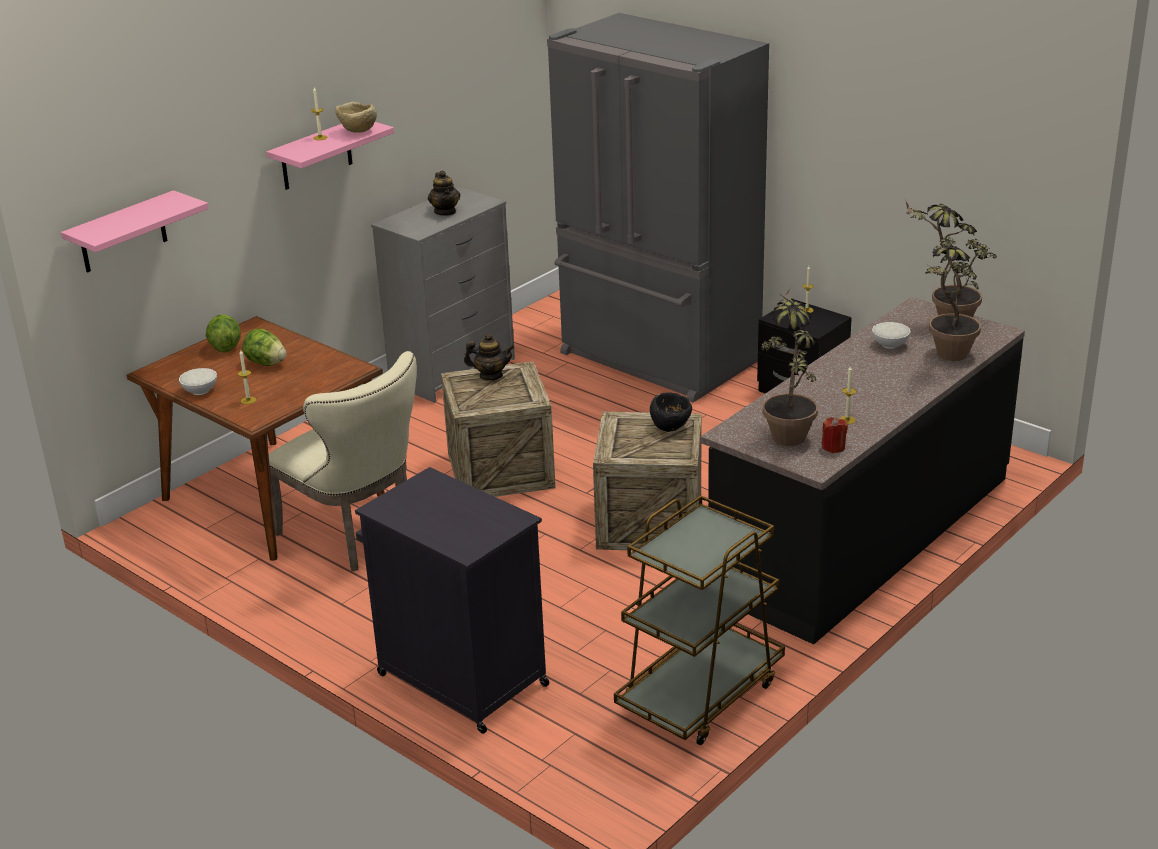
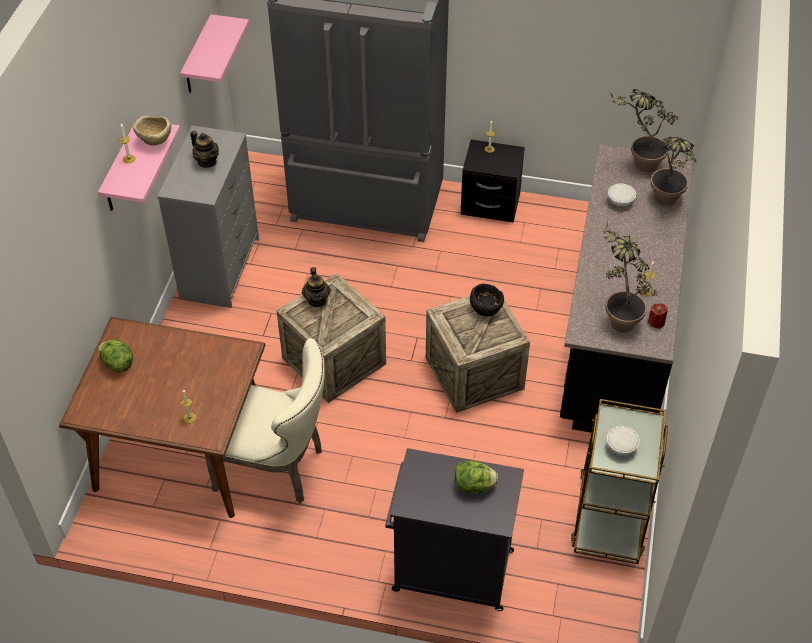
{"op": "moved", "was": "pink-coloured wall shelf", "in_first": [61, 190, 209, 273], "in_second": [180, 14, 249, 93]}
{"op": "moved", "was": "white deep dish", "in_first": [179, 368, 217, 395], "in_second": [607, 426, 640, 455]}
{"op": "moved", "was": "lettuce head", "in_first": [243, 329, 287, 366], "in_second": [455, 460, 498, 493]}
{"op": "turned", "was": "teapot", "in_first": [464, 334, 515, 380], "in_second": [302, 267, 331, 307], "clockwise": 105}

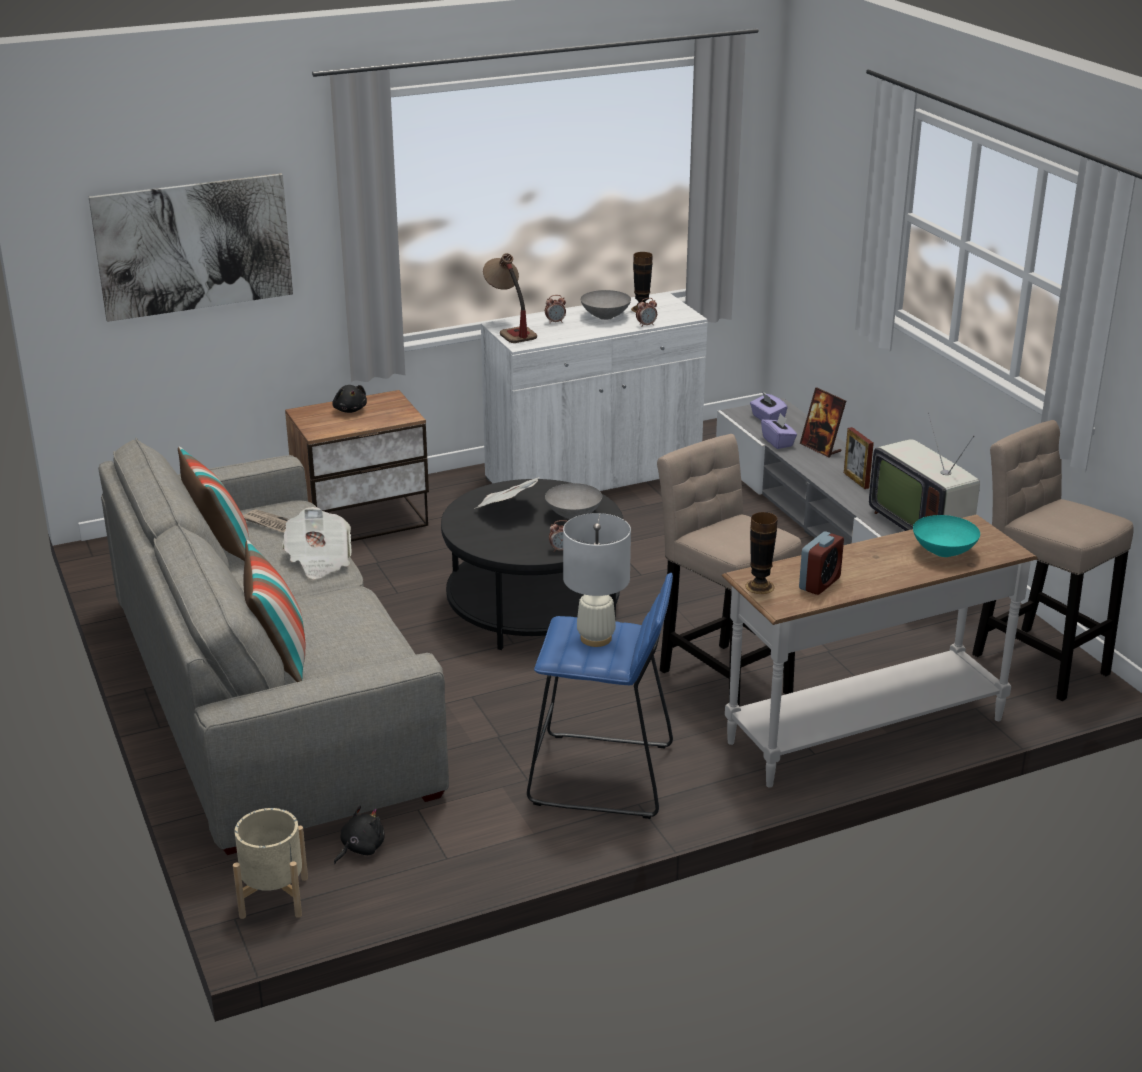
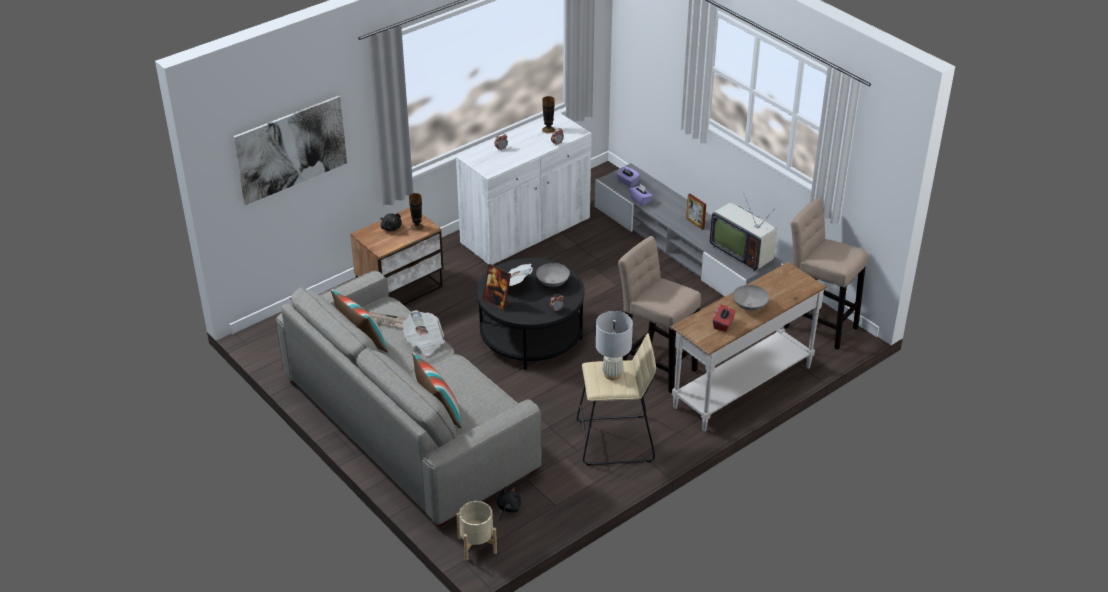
{"op": "removed", "was": "lamp for a table", "in_first": [483, 253, 537, 343]}
{"op": "recoloured", "was": "blue-coloured sitting stool", "now": "beige sitting stool", "in_first": [527, 573, 673, 819], "in_second": [577, 333, 656, 466]}
{"op": "moved", "was": "grey deep dish", "in_first": [581, 290, 631, 320], "in_second": [733, 285, 769, 311]}
{"op": "moved", "was": "vase", "in_first": [745, 512, 778, 594], "in_second": [409, 193, 424, 232]}
{"op": "replaced", "was": "bedside clock", "now": "red tissue holder", "in_first": [799, 531, 844, 595], "in_second": [713, 304, 736, 332]}
{"op": "moved", "was": "photo frame", "in_first": [800, 388, 846, 457], "in_second": [483, 264, 511, 310]}
{"op": "removed", "was": "turquoise deep dish", "in_first": [913, 515, 980, 557]}

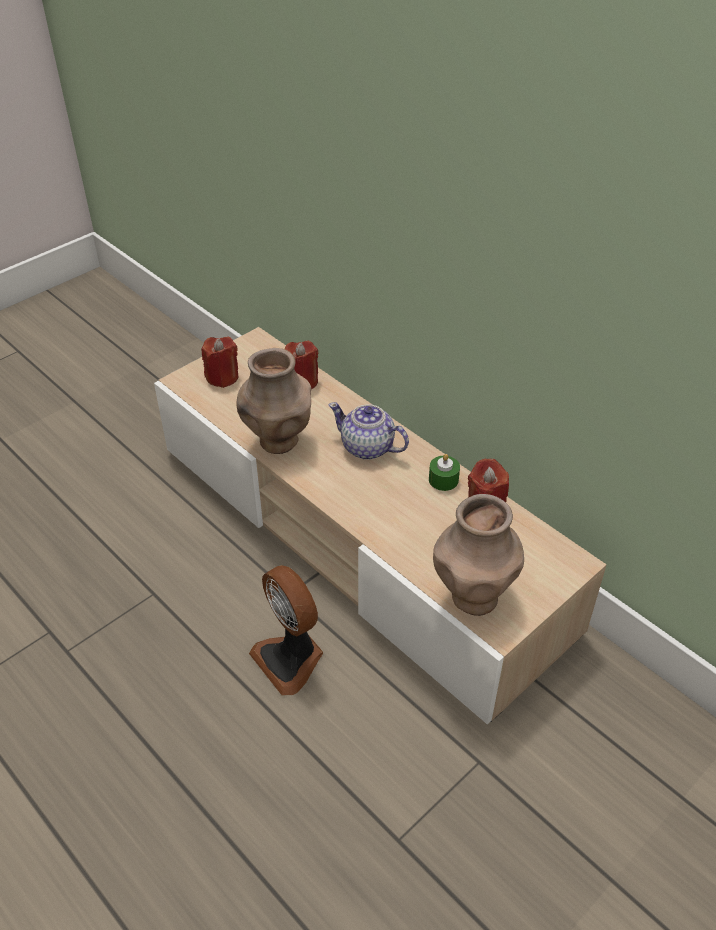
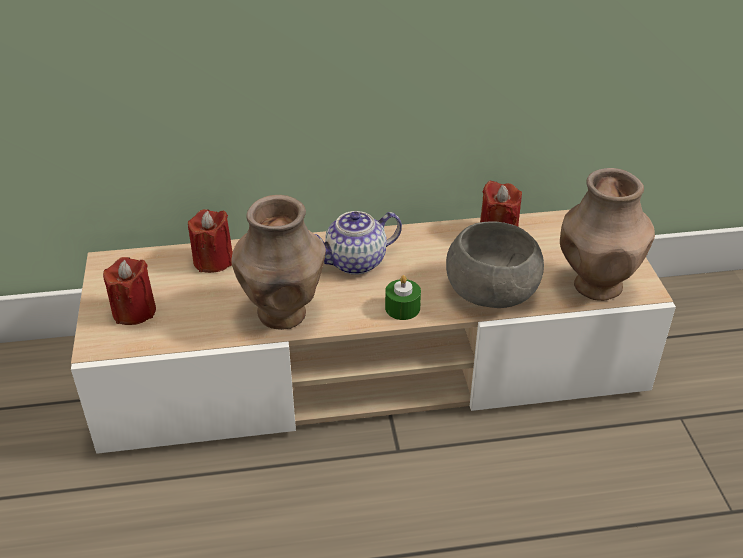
{"op": "removed", "was": "cooling fan", "in_first": [249, 565, 323, 695]}
{"op": "moved", "was": "green wax light", "in_first": [429, 454, 460, 491], "in_second": [385, 275, 421, 320]}
{"op": "added", "now": "grey deep dish", "in_second": [446, 221, 544, 308]}

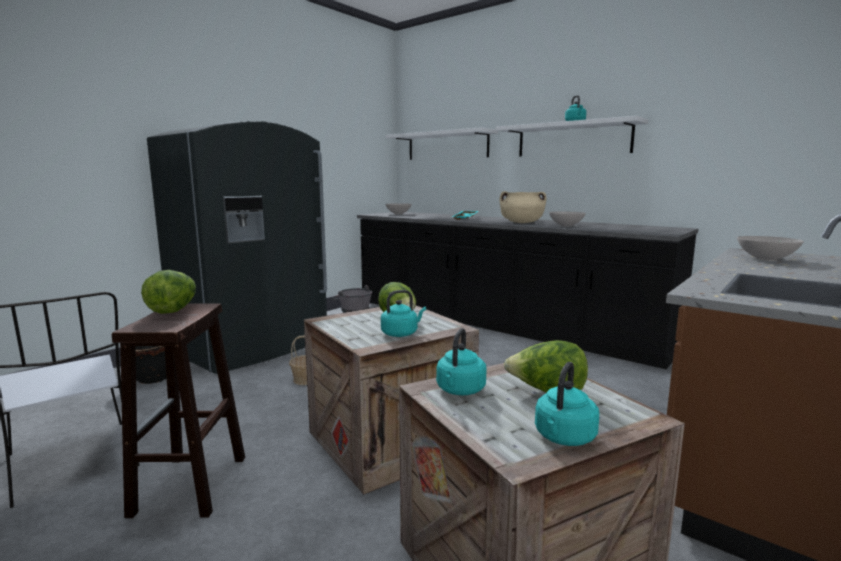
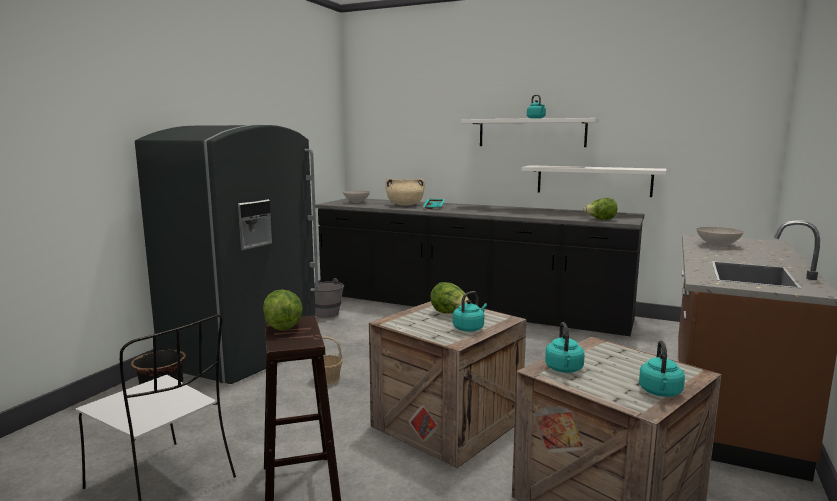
{"op": "moved", "was": "white wall shelf", "in_first": [386, 127, 498, 160], "in_second": [521, 165, 667, 197]}
{"op": "moved", "was": "beige cooking pot", "in_first": [500, 191, 547, 223], "in_second": [385, 178, 425, 206]}
{"op": "moved", "was": "lettuce head", "in_first": [504, 340, 588, 393], "in_second": [584, 198, 617, 220]}
{"op": "removed", "was": "white deep dish", "in_first": [549, 211, 586, 227]}

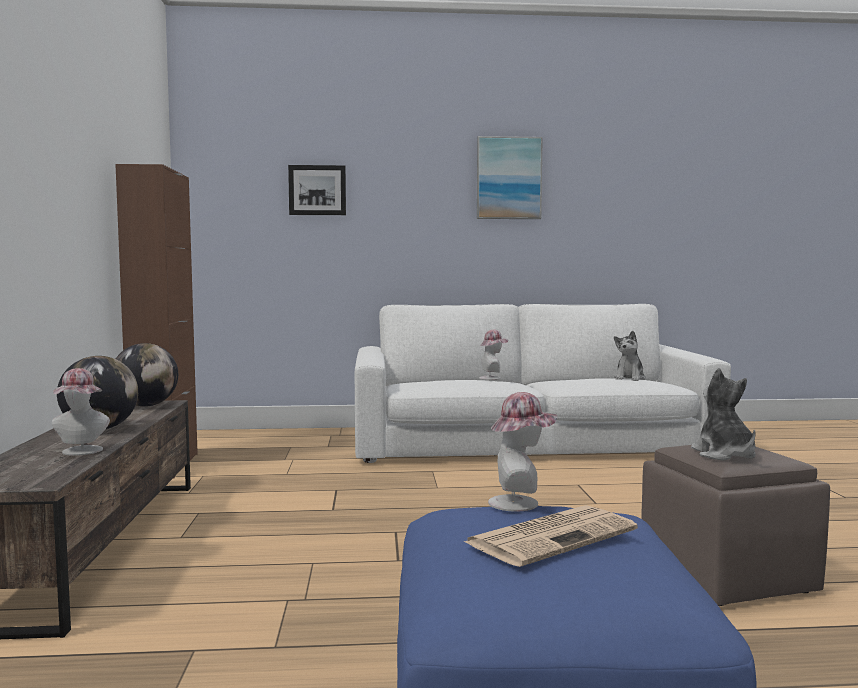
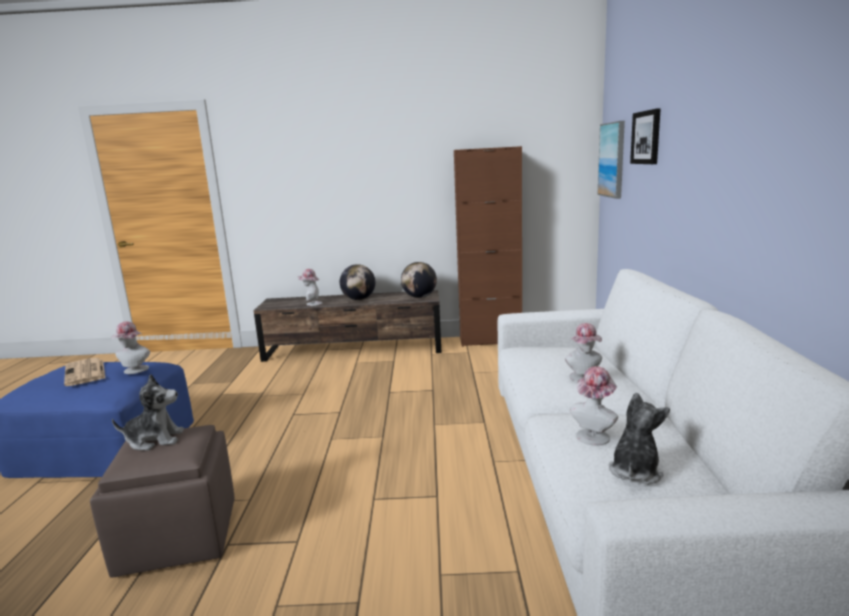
{"op": "moved", "was": "picture", "in_first": [477, 136, 543, 219], "in_second": [598, 121, 625, 199]}
{"op": "turned", "was": "plush toy", "in_first": [614, 331, 646, 381], "in_second": [609, 392, 670, 484], "clockwise": 90}
{"op": "added", "now": "clothing hat", "in_second": [571, 366, 618, 446]}

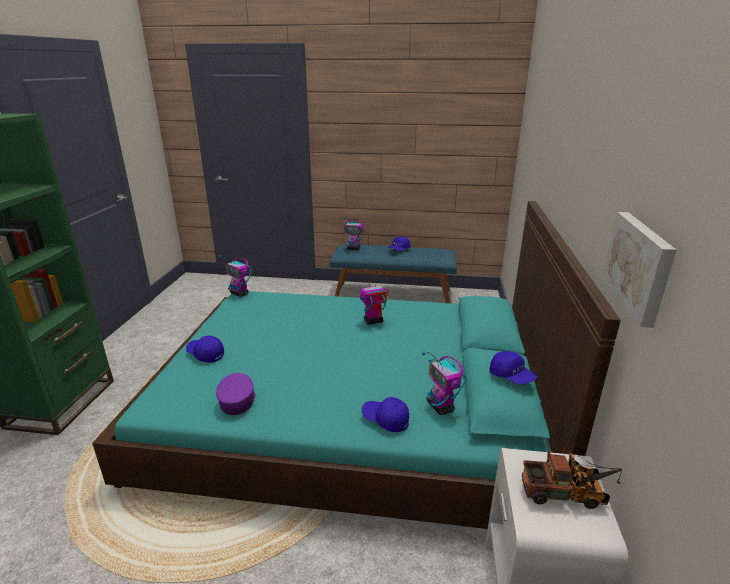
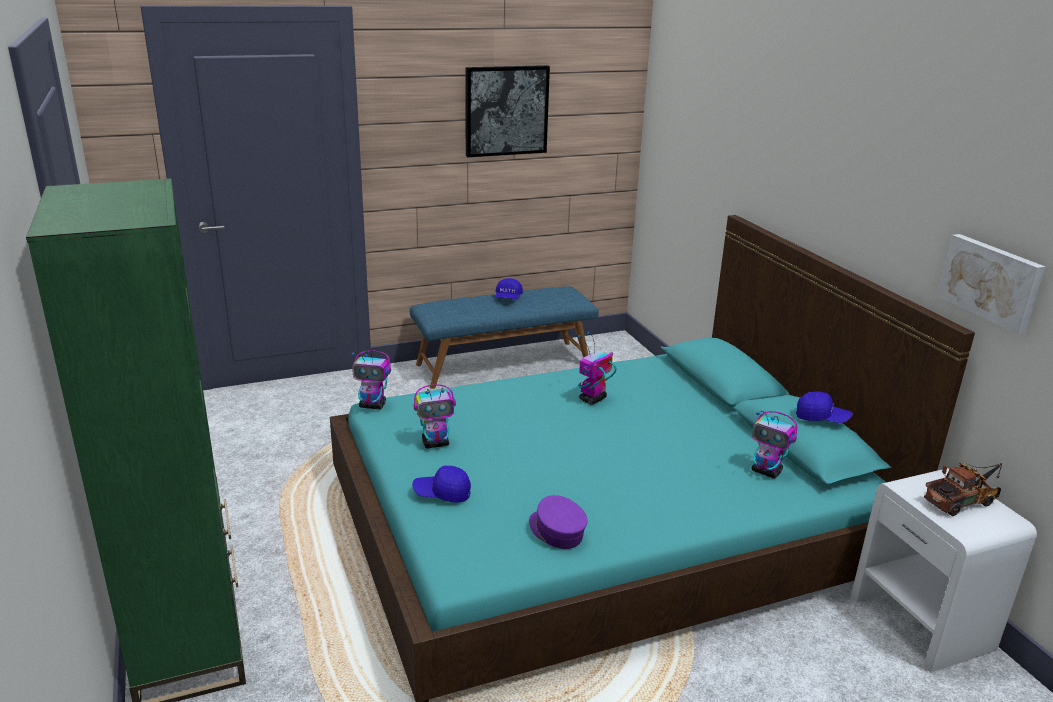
{"op": "moved", "was": "robot figure", "in_first": [344, 217, 364, 250], "in_second": [414, 384, 456, 448]}
{"op": "removed", "was": "blue-coloured peaked cap", "in_first": [362, 397, 409, 432]}
{"op": "added", "now": "picture", "in_second": [465, 65, 550, 157]}

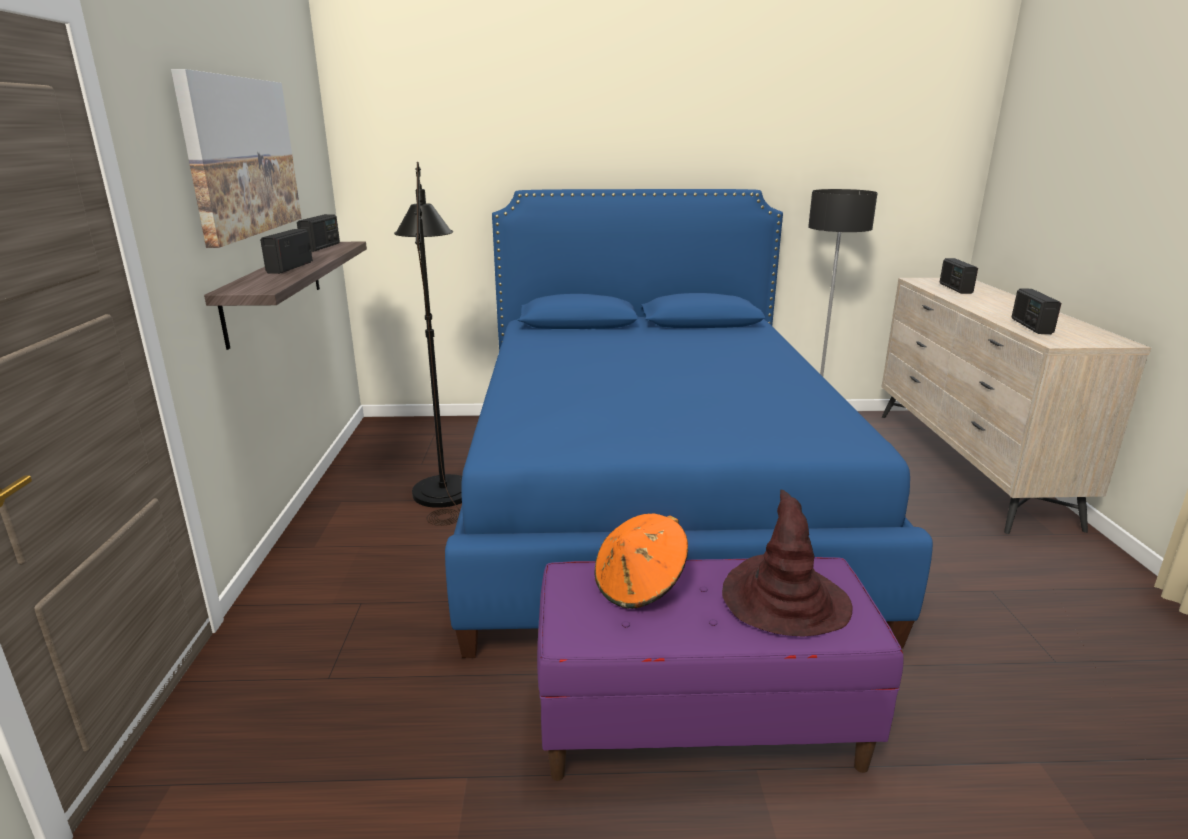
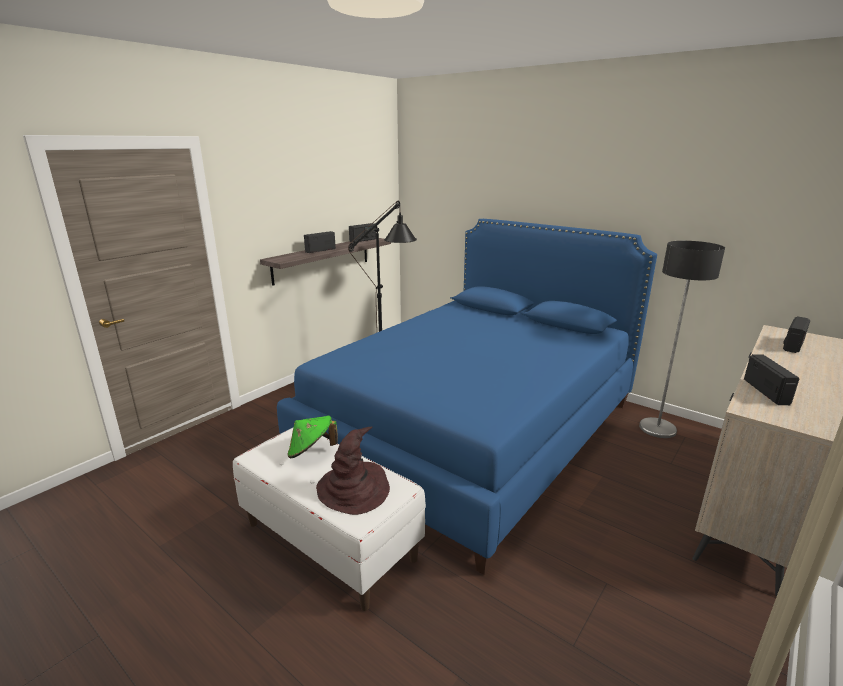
{"op": "removed", "was": "picture", "in_first": [171, 69, 302, 248]}
{"op": "recoloured", "was": "purple-coloured indoor bench", "now": "white indoor bench", "in_first": [537, 557, 903, 781], "in_second": [233, 428, 426, 611]}
{"op": "recoloured", "was": "orange-coloured clothing hat", "now": "green clothing hat", "in_first": [594, 514, 688, 609], "in_second": [288, 416, 338, 459]}
{"op": "turned", "was": "radio", "in_first": [1011, 288, 1062, 334], "in_second": [744, 354, 800, 405], "clockwise": 135}

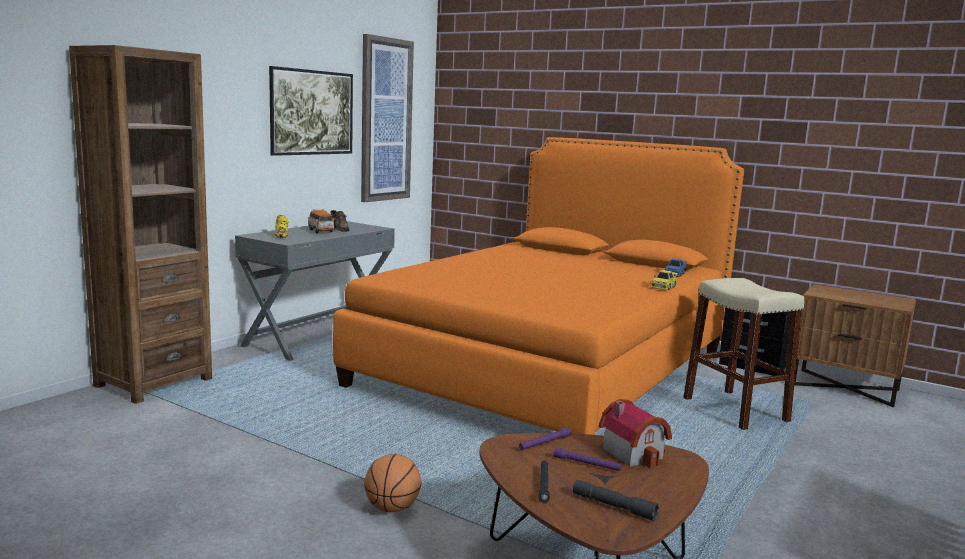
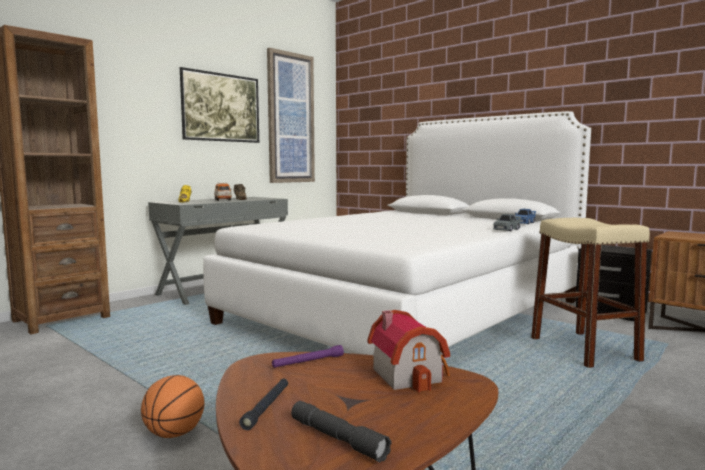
{"op": "recoloured", "was": "orange-coloured bed", "now": "white bed", "in_first": [333, 137, 744, 435], "in_second": [203, 111, 591, 355]}
{"op": "removed", "was": "purple-coloured flashlight", "in_first": [553, 447, 621, 471]}
{"op": "recoloured", "was": "yellowish miniature car", "now": "grey miniature car", "in_first": [650, 269, 678, 290], "in_second": [493, 214, 521, 231]}

